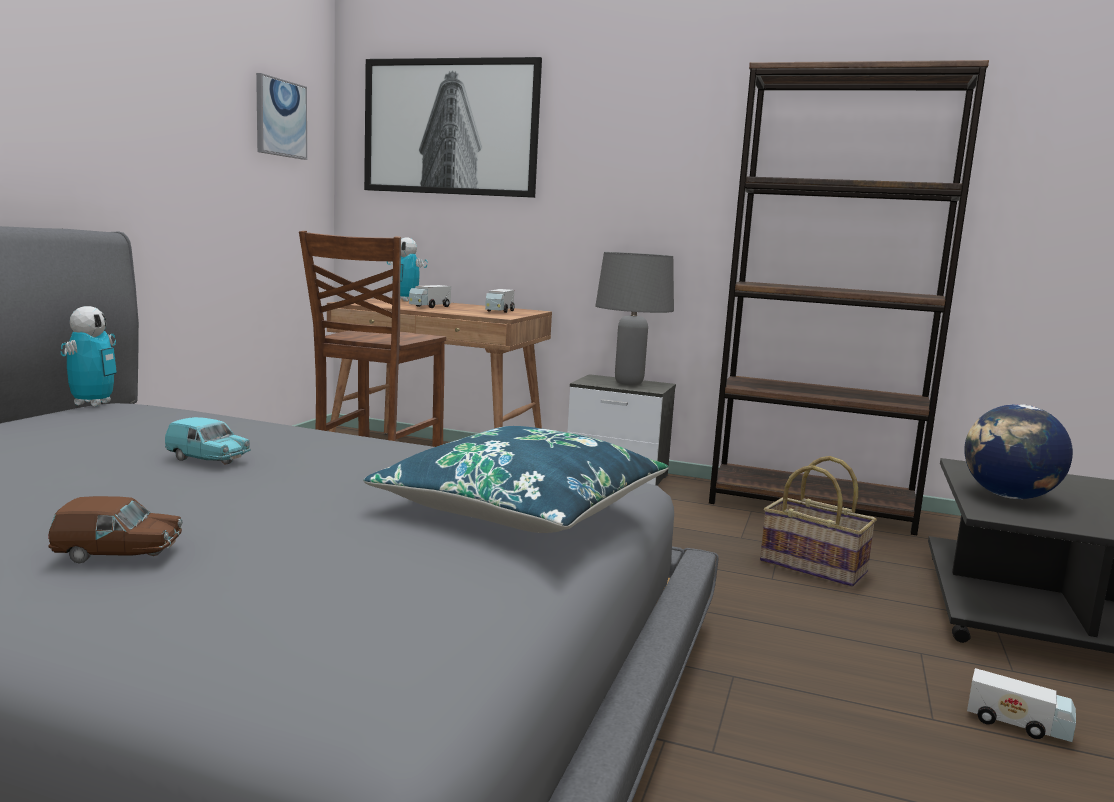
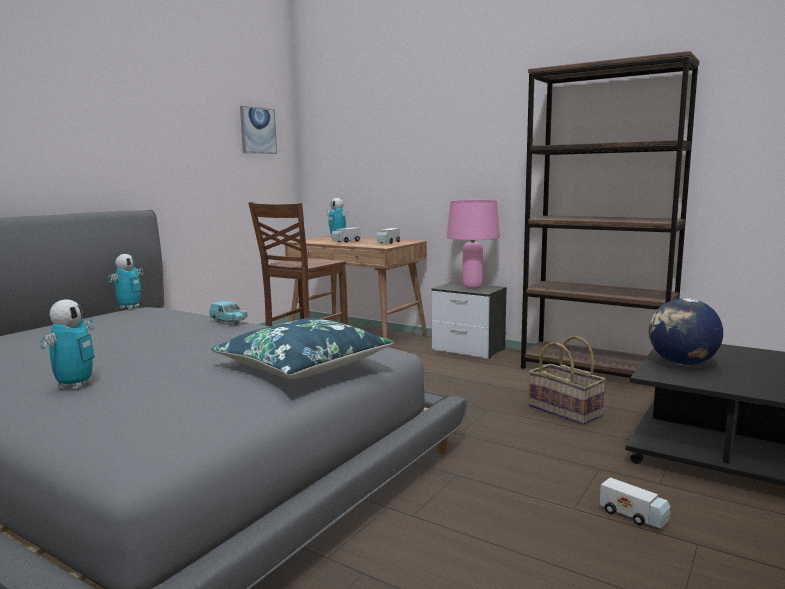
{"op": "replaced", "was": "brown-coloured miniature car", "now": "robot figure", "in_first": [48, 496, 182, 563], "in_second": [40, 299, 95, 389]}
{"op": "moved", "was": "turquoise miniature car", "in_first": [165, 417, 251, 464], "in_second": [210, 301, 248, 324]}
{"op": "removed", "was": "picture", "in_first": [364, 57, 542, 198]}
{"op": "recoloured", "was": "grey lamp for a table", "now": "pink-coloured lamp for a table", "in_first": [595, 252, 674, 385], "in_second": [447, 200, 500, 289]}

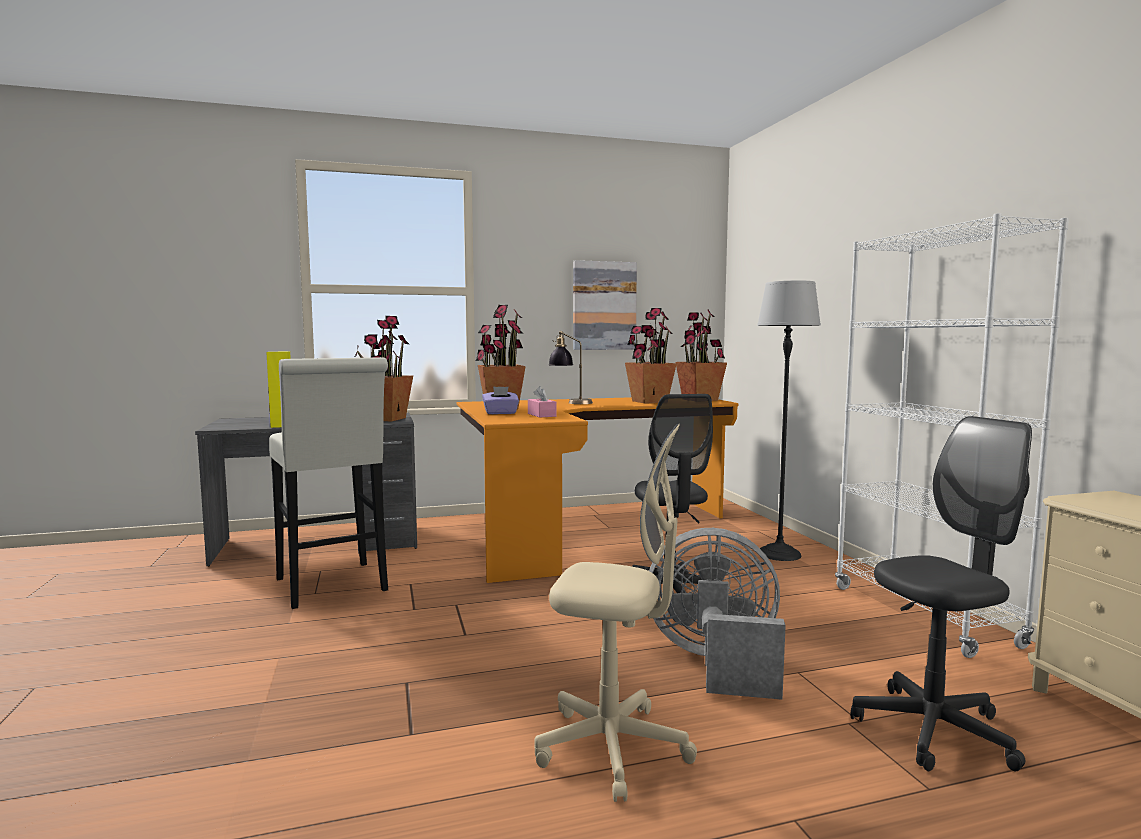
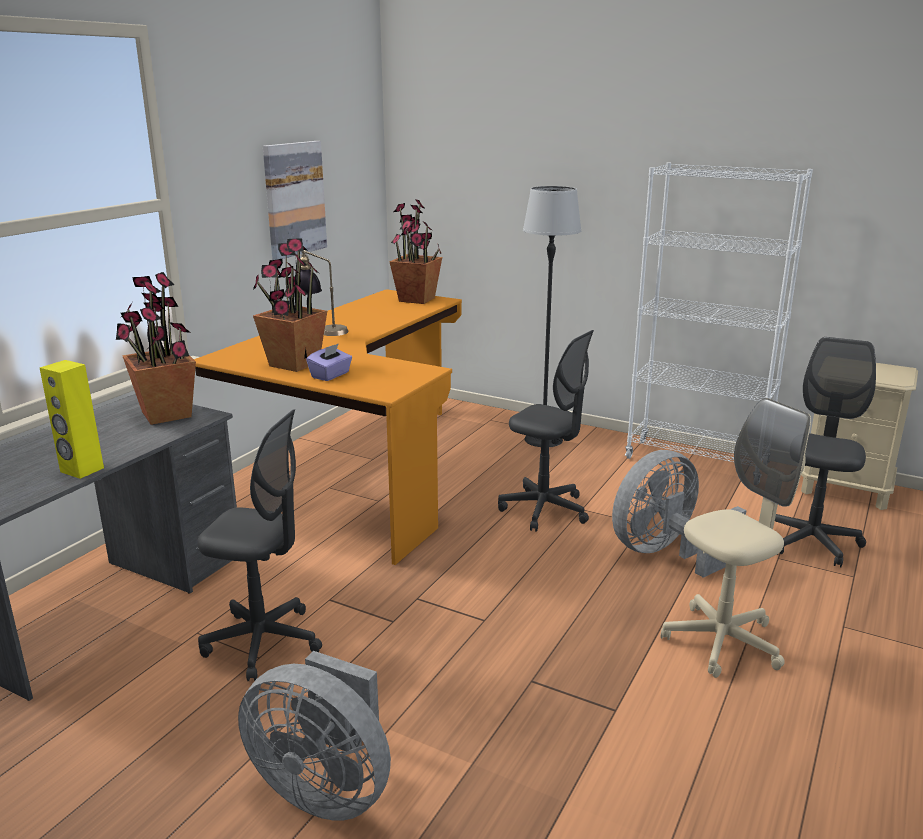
{"op": "replaced", "was": "white sitting stool", "now": "grey desk chair", "in_first": [269, 357, 388, 609], "in_second": [197, 409, 322, 681]}
{"op": "removed", "was": "pink-coloured tissue holder", "in_first": [528, 386, 557, 417]}
{"op": "removed", "was": "houseplant", "in_first": [625, 308, 677, 404]}
{"op": "added", "now": "grey cooling fan", "in_second": [238, 651, 391, 821]}

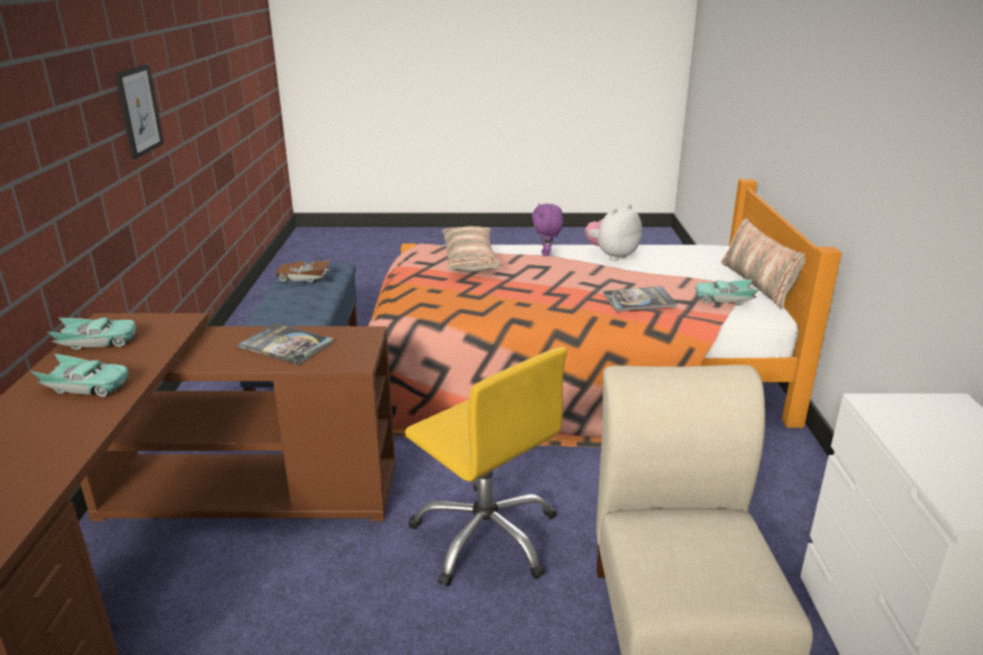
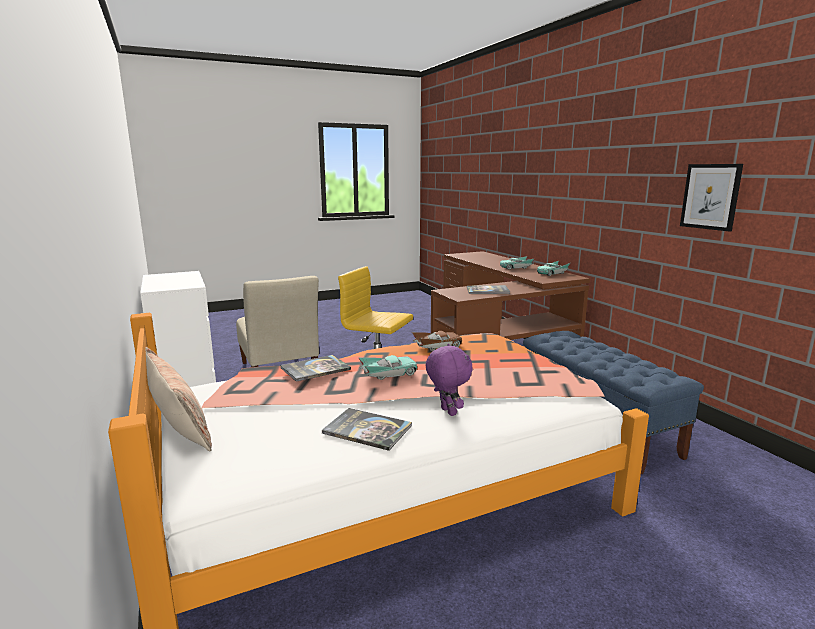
{"op": "moved", "was": "brown-coloured miniature car", "in_first": [276, 261, 330, 282], "in_second": [412, 331, 462, 351]}
{"op": "removed", "was": "throw pillow", "in_first": [443, 226, 502, 272]}
{"op": "replaced", "was": "plush toy", "now": "volume", "in_first": [585, 204, 642, 261], "in_second": [322, 408, 412, 451]}
{"op": "moved", "was": "turquoise miniature car", "in_first": [695, 279, 759, 304], "in_second": [359, 355, 418, 380]}

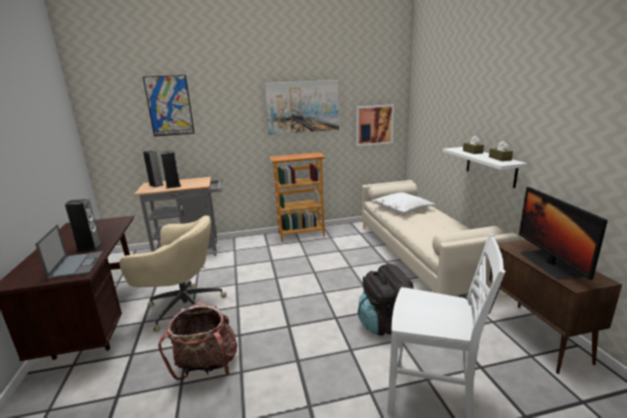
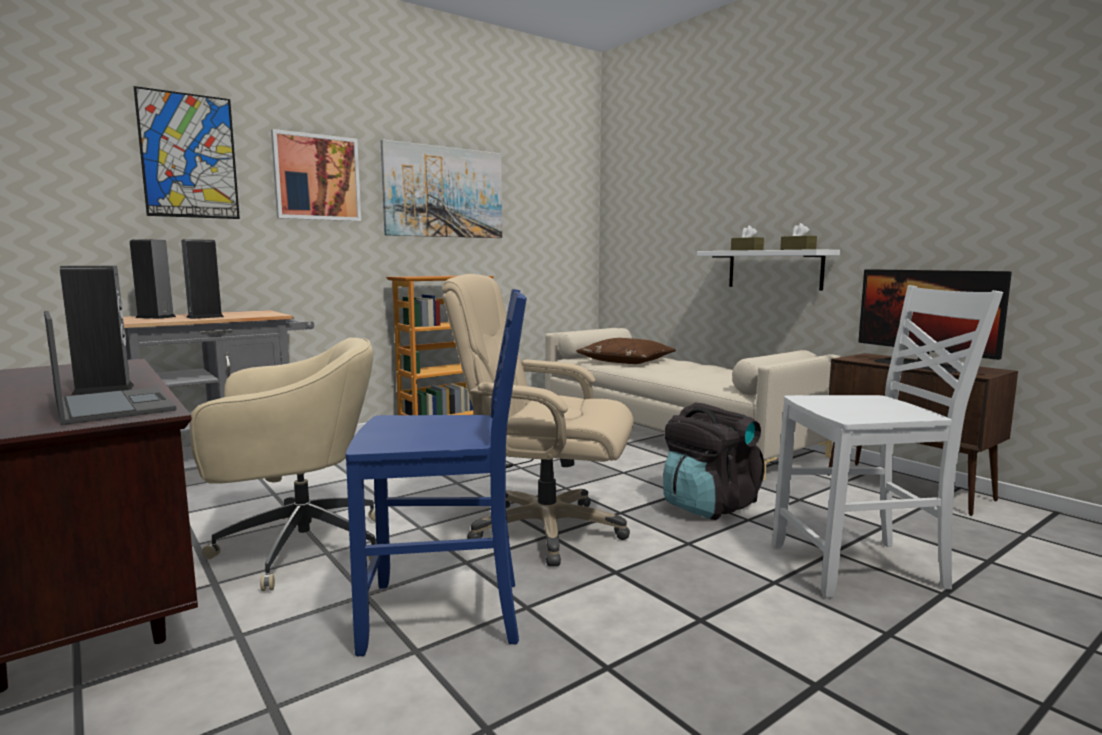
{"op": "replaced", "was": "backpack", "now": "blue-coloured chair", "in_first": [158, 302, 237, 380], "in_second": [346, 289, 527, 656]}
{"op": "moved", "was": "picture", "in_first": [356, 104, 394, 146], "in_second": [271, 129, 361, 221]}
{"op": "recoloured", "was": "white throw pillow", "now": "brown-coloured throw pillow", "in_first": [371, 192, 435, 214], "in_second": [576, 338, 676, 364]}
{"op": "added", "now": "beige desk chair", "in_second": [442, 274, 634, 566]}

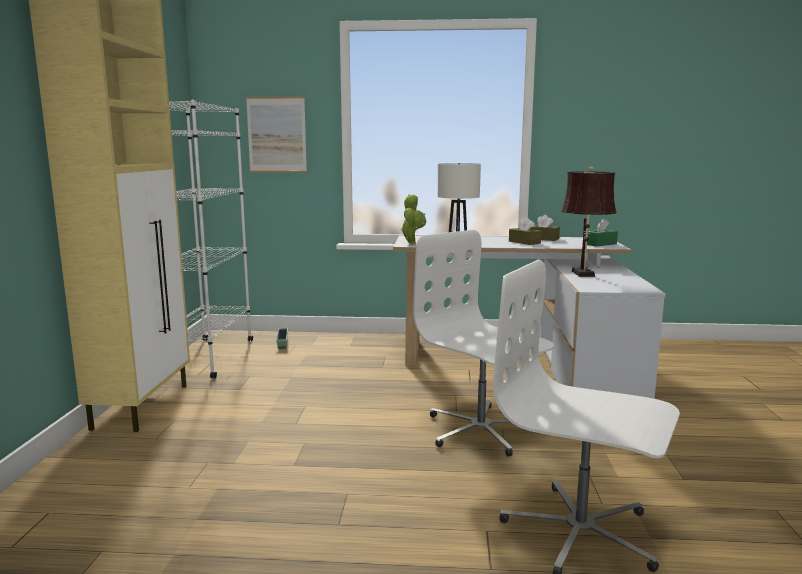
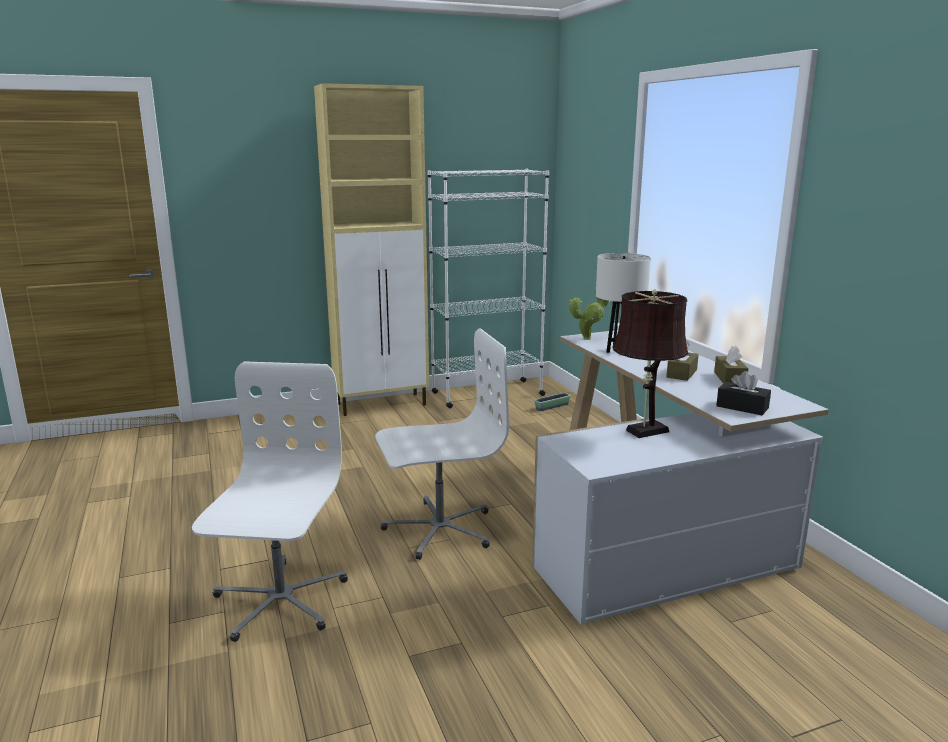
{"op": "removed", "was": "picture", "in_first": [246, 97, 307, 172]}
{"op": "turned", "was": "white desk chair", "in_first": [413, 230, 554, 457], "in_second": [375, 328, 509, 560], "clockwise": 45}
{"op": "recoloured", "was": "green tissue holder", "now": "black-coloured tissue holder", "in_first": [587, 219, 618, 246], "in_second": [716, 371, 771, 415]}

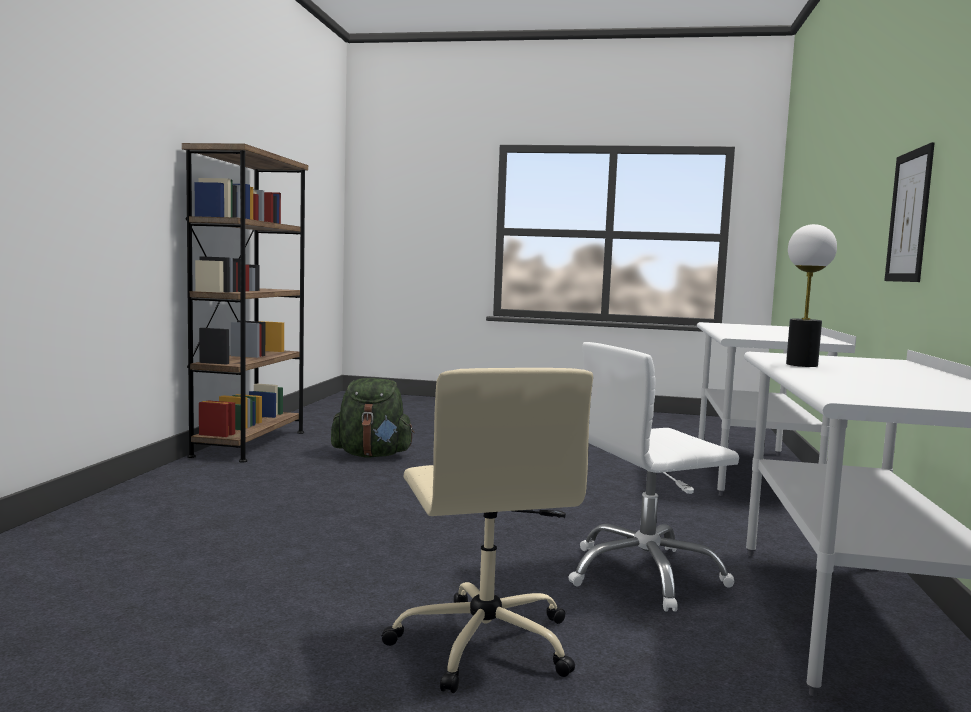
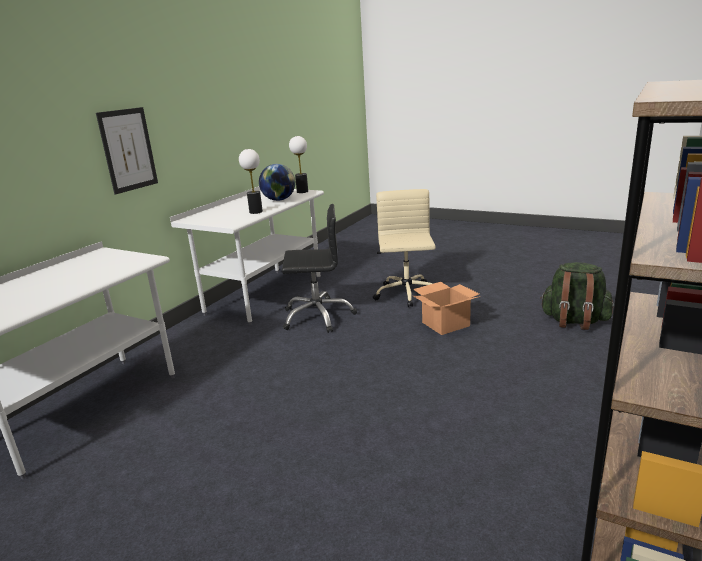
{"op": "moved", "was": "green backpack", "in_first": [331, 378, 415, 457], "in_second": [540, 262, 614, 330]}
{"op": "recoloured", "was": "white desk chair", "now": "black-coloured desk chair", "in_first": [568, 342, 739, 612], "in_second": [282, 204, 357, 333]}
{"op": "added", "now": "globe", "in_second": [259, 164, 295, 201]}
{"op": "added", "now": "lamp for a table", "in_second": [289, 136, 308, 193]}
{"op": "added", "now": "carton", "in_second": [413, 282, 481, 335]}

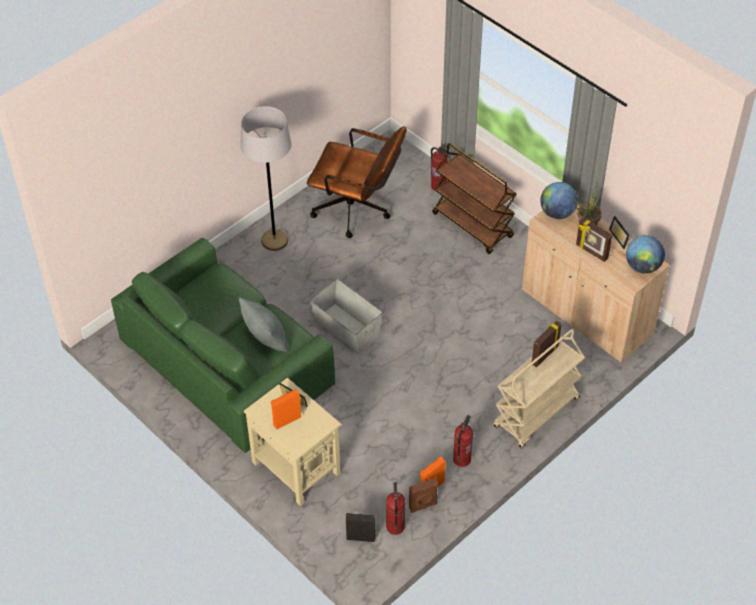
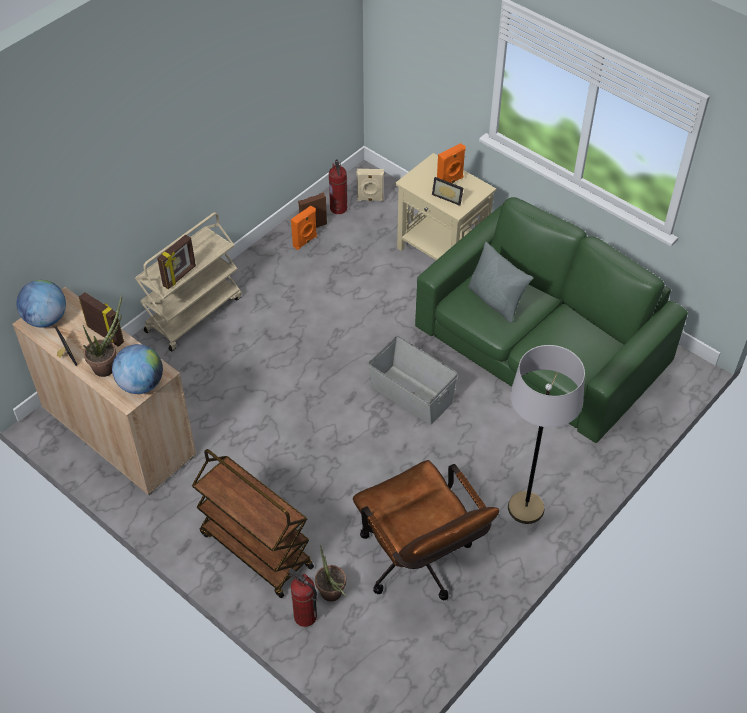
{"op": "turned", "was": "brown-coloured desk chair", "in_first": [307, 126, 407, 238], "in_second": [353, 460, 499, 600], "clockwise": -135}
{"op": "recoloured", "was": "black-coloured loudspeaker", "now": "beige loudspeaker", "in_first": [346, 513, 375, 542], "in_second": [357, 169, 384, 201]}
{"op": "removed", "was": "fire extinguisher", "in_first": [453, 415, 473, 467]}
{"op": "added", "now": "houseplant", "in_second": [315, 545, 347, 602]}

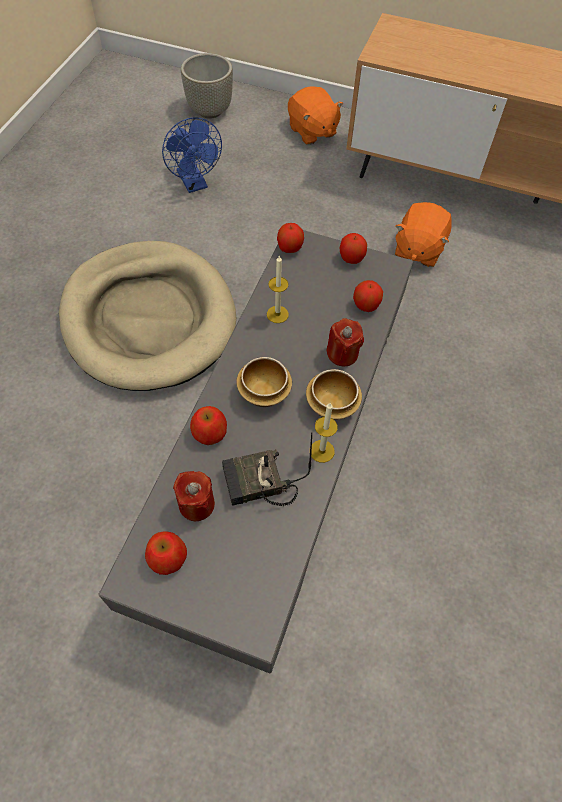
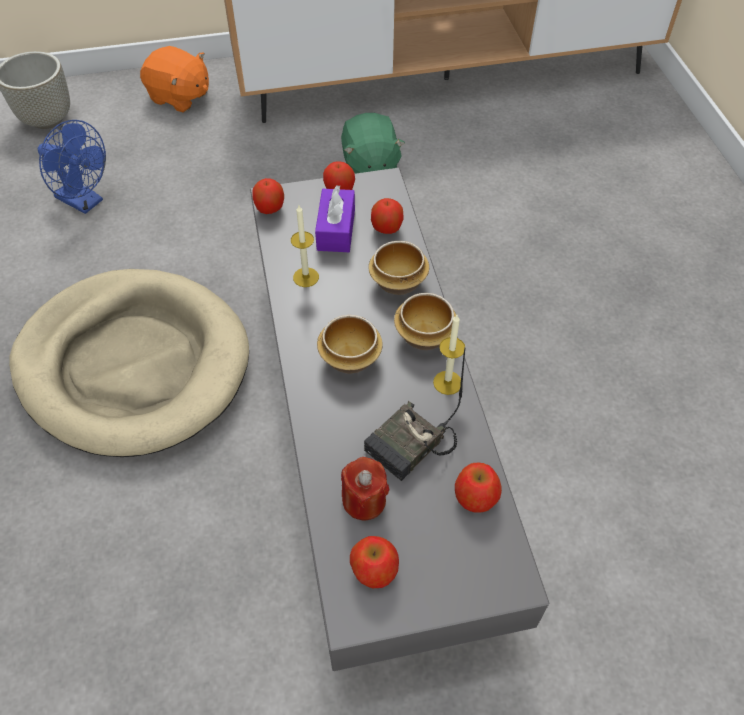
{"op": "moved", "was": "apple fruit", "in_first": [190, 406, 227, 445], "in_second": [455, 463, 502, 513]}
{"op": "replaced", "was": "red wax light", "now": "deep dish", "in_first": [326, 318, 364, 366], "in_second": [369, 241, 429, 295]}
{"op": "recoloured", "was": "orange-coloured plush toy", "now": "green plush toy", "in_first": [395, 202, 452, 267], "in_second": [341, 113, 405, 174]}
{"op": "added", "now": "purple-coloured tissue holder", "in_second": [315, 185, 355, 252]}

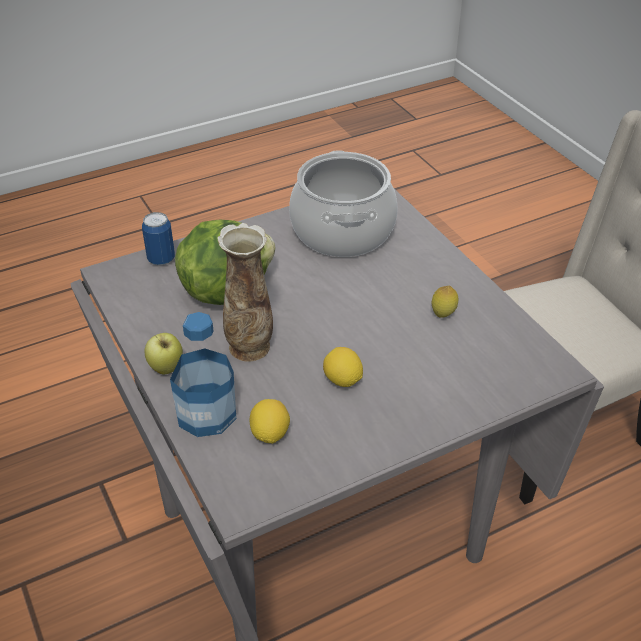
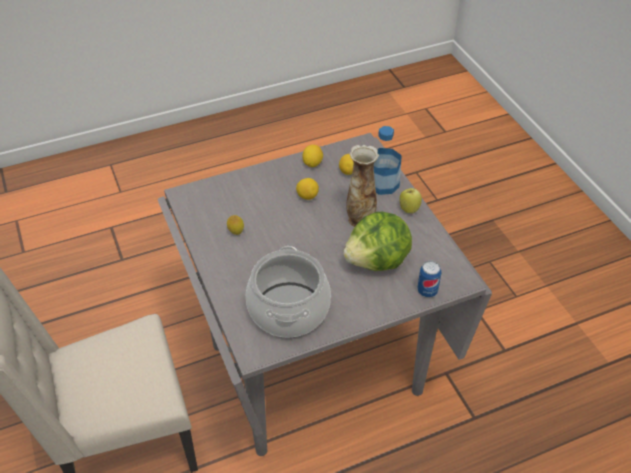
{"op": "added", "now": "lemon", "in_second": [302, 145, 323, 167]}

